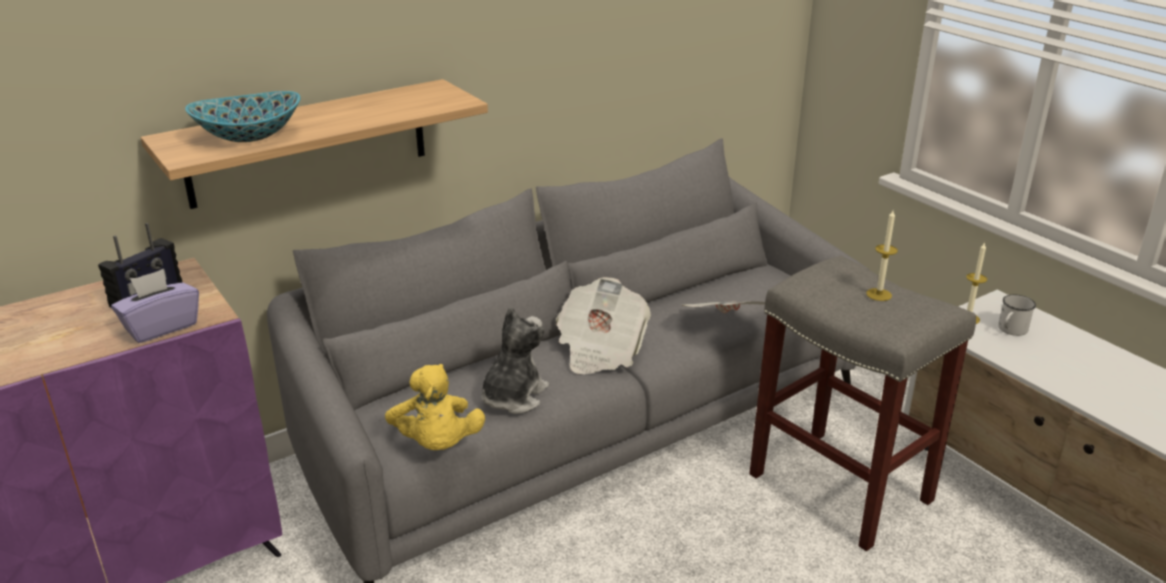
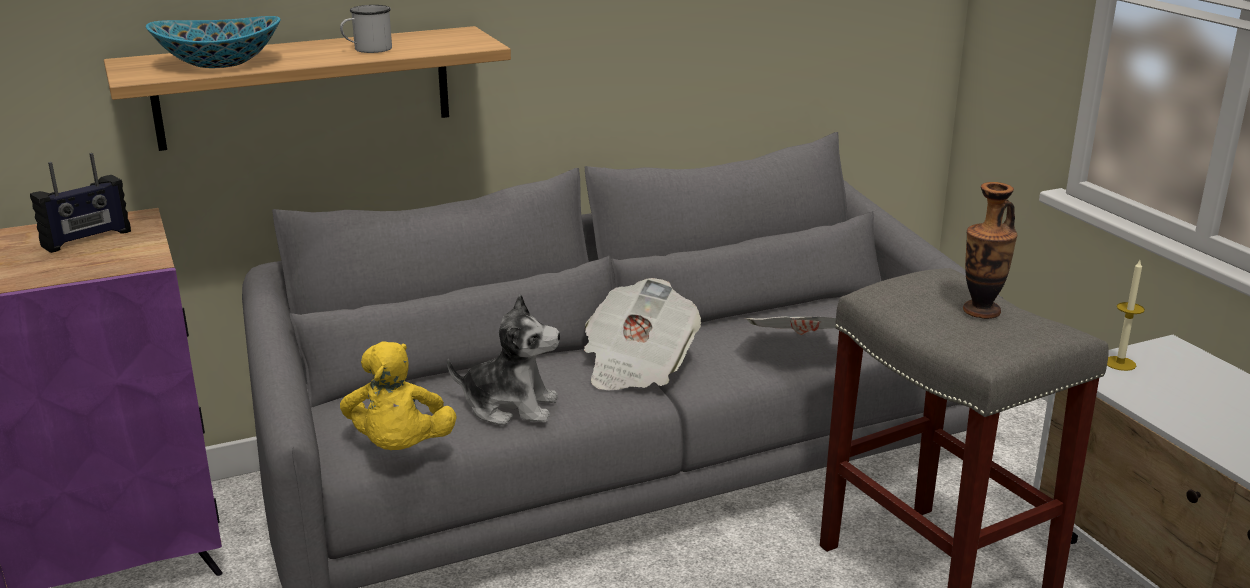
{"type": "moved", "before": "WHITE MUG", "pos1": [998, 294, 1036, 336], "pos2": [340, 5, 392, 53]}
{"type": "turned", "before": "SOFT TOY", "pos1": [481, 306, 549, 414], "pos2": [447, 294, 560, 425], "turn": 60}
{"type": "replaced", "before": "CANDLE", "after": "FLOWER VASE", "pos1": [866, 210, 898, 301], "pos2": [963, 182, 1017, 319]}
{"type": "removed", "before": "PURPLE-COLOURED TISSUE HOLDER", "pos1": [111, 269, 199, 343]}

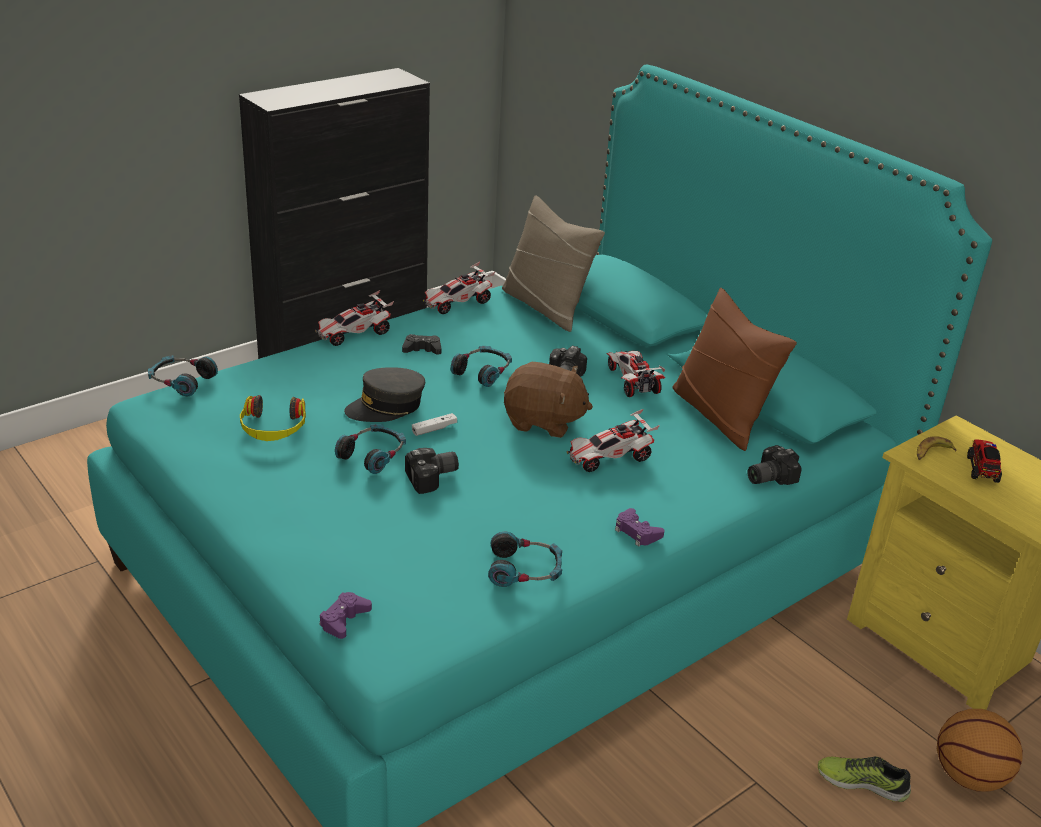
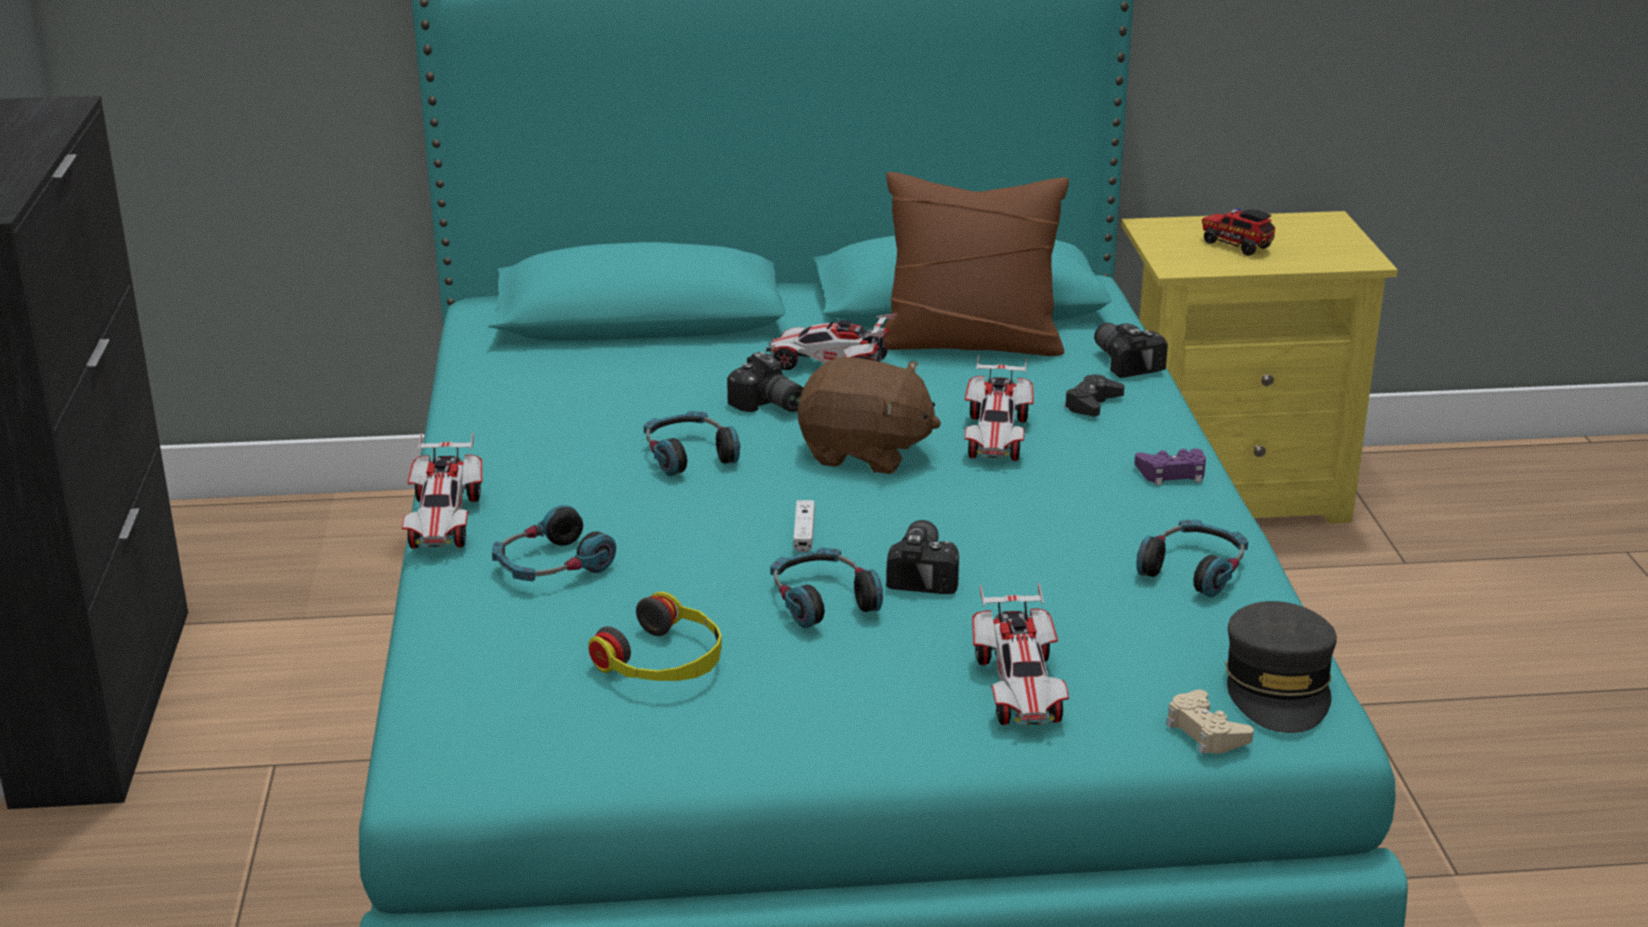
{"type": "moved", "before": "PAIR OF HEADPHONES", "pos1": [148, 355, 218, 396], "pos2": [492, 505, 616, 581]}
{"type": "turned", "before": "BROWN-COLOURED SOFT TOY", "pos1": [504, 361, 593, 438], "pos2": [798, 357, 941, 474], "turn": 60}
{"type": "moved", "before": "MINIATURE CAR", "pos1": [423, 262, 495, 314], "pos2": [972, 583, 1069, 726]}
{"type": "moved", "before": "BLACK JOYPAD", "pos1": [402, 334, 442, 355], "pos2": [1064, 374, 1125, 416]}
{"type": "turned", "before": "STILL CAMERA", "pos1": [748, 445, 802, 485], "pos2": [1094, 323, 1168, 378], "turn": 150}
{"type": "recoloured", "before": "PURPLE-COLOURED JOYPAD", "after": "BEIGE JOYPAD", "pos1": [320, 592, 372, 639], "pos2": [1166, 690, 1254, 755]}
{"type": "moved", "before": "GREYISH PEAKED CAP", "pos1": [344, 367, 425, 422], "pos2": [1225, 601, 1337, 733]}
{"type": "removed", "before": "BEIGE PILLOW", "pos1": [502, 195, 605, 332]}
{"type": "removed", "before": "LOW SHOE", "pos1": [818, 756, 911, 802]}
{"type": "removed", "before": "BANANA", "pos1": [917, 436, 956, 460]}
{"type": "removed", "before": "BALL FOR BASKETBALL", "pos1": [937, 709, 1023, 792]}

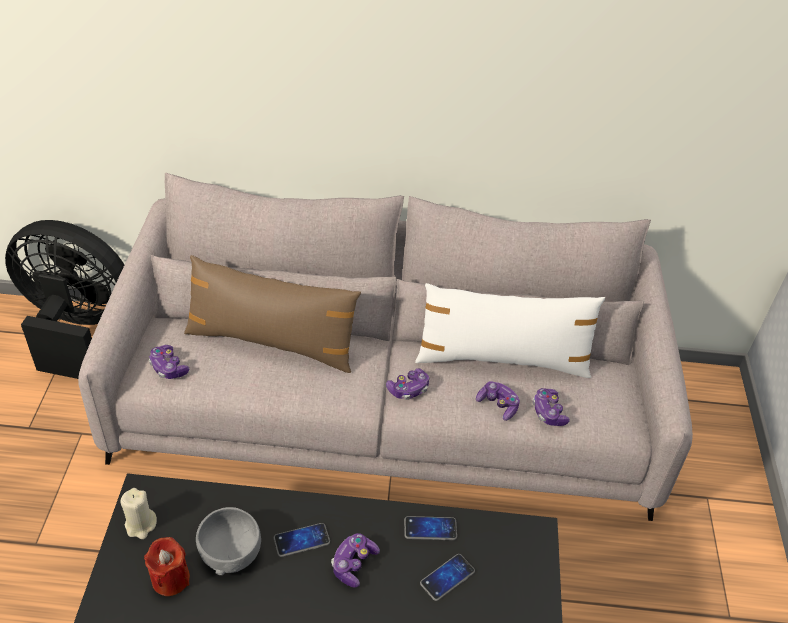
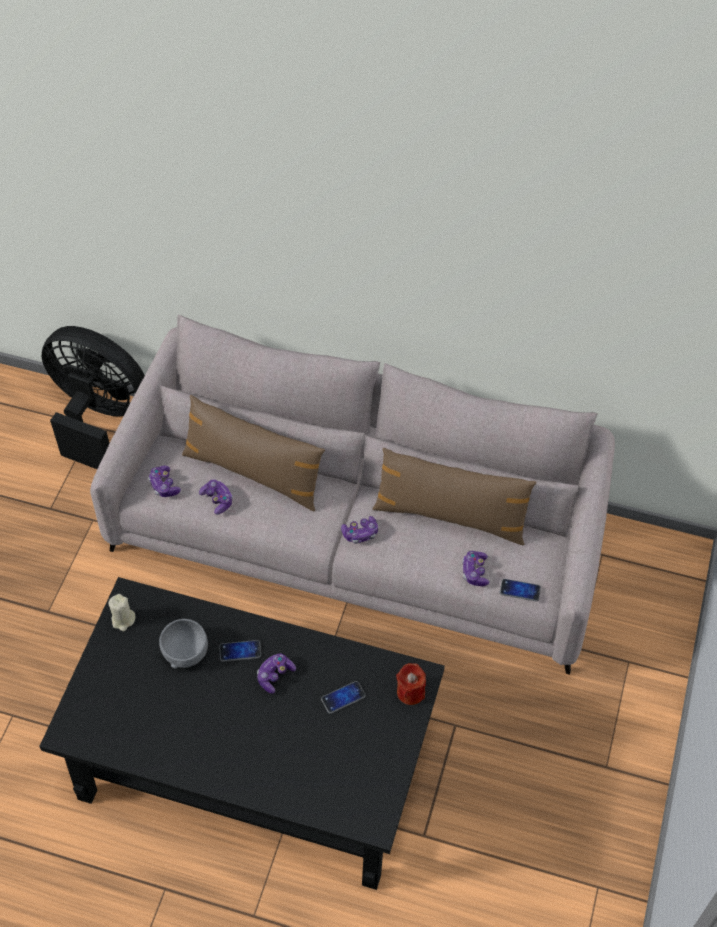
{"type": "moved", "before": "JOYPAD", "pos1": [476, 381, 520, 421], "pos2": [199, 480, 233, 515]}
{"type": "recoloured", "before": "WHITE PILLOW", "after": "BROWN-COLOURED PILLOW", "pos1": [415, 283, 605, 378], "pos2": [373, 448, 537, 545]}
{"type": "moved", "before": "REDDISH CANDLE", "pos1": [144, 537, 190, 596], "pos2": [396, 663, 426, 705]}
{"type": "moved", "before": "HANDSET", "pos1": [404, 516, 457, 540], "pos2": [500, 579, 541, 601]}

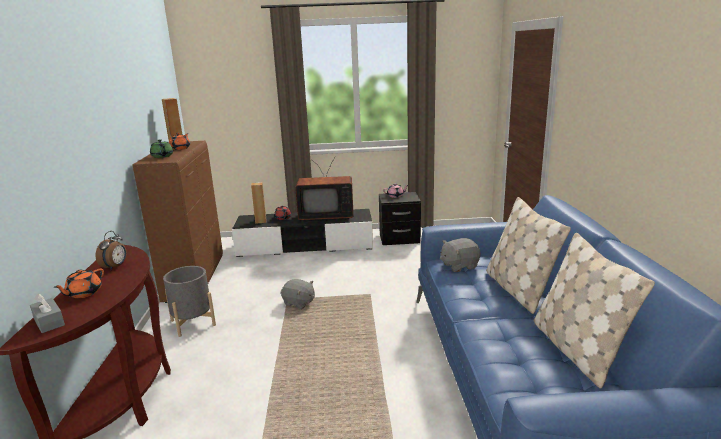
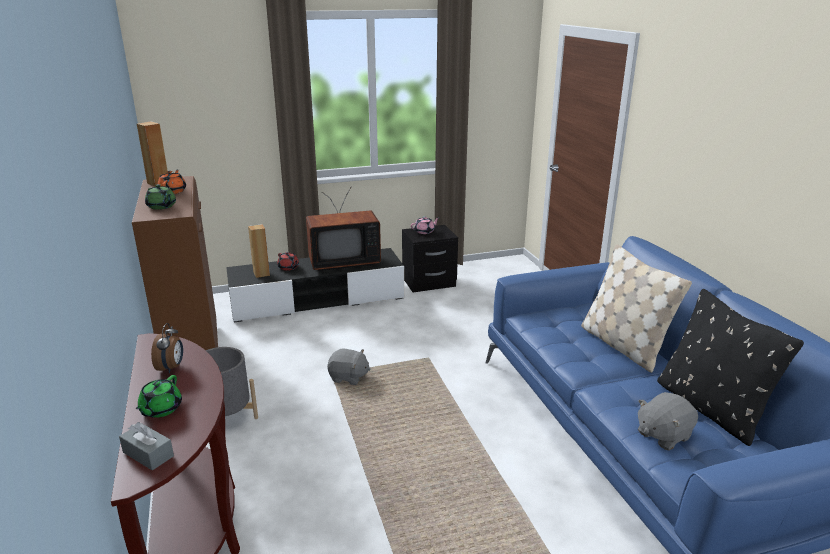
{"type": "recoloured", "before": "ORANGE TEA POT", "after": "GREEN TEA POT", "pos1": [53, 268, 104, 298], "pos2": [136, 375, 182, 418]}
{"type": "moved", "before": "GREYISH SOFT TOY", "pos1": [440, 238, 481, 272], "pos2": [638, 392, 698, 450]}
{"type": "recoloured", "before": "BEIGE PILLOW", "after": "BLACK PILLOW", "pos1": [534, 233, 655, 388], "pos2": [657, 289, 804, 446]}

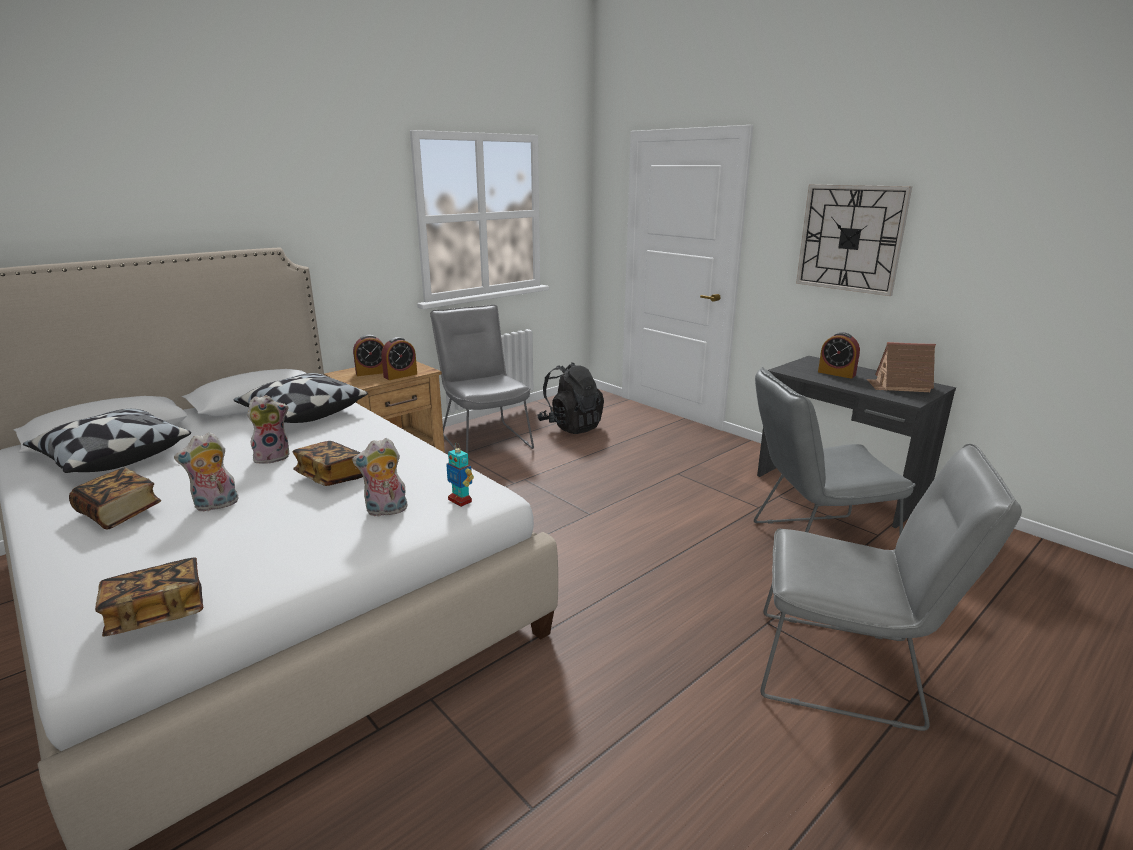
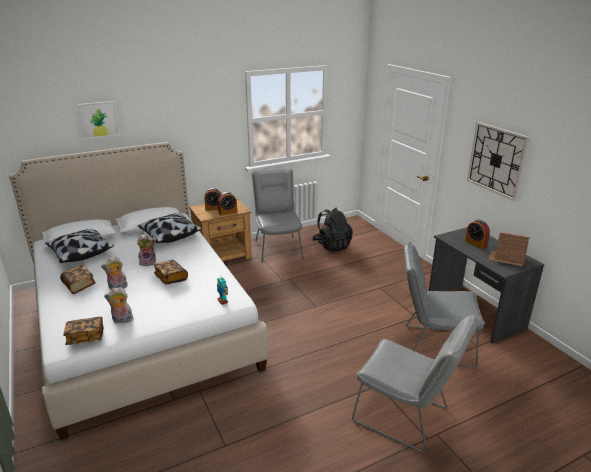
{"type": "added", "after": "WALL PICTURE", "pos2": [77, 101, 120, 139]}
{"type": "moved", "before": "SOFT TOY", "pos1": [352, 438, 409, 517], "pos2": [104, 287, 133, 323]}

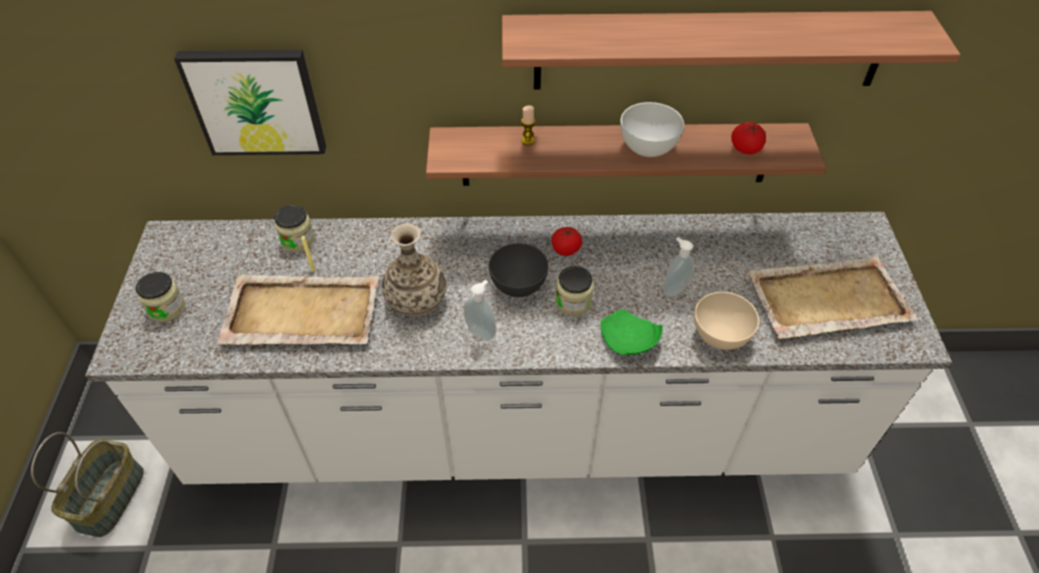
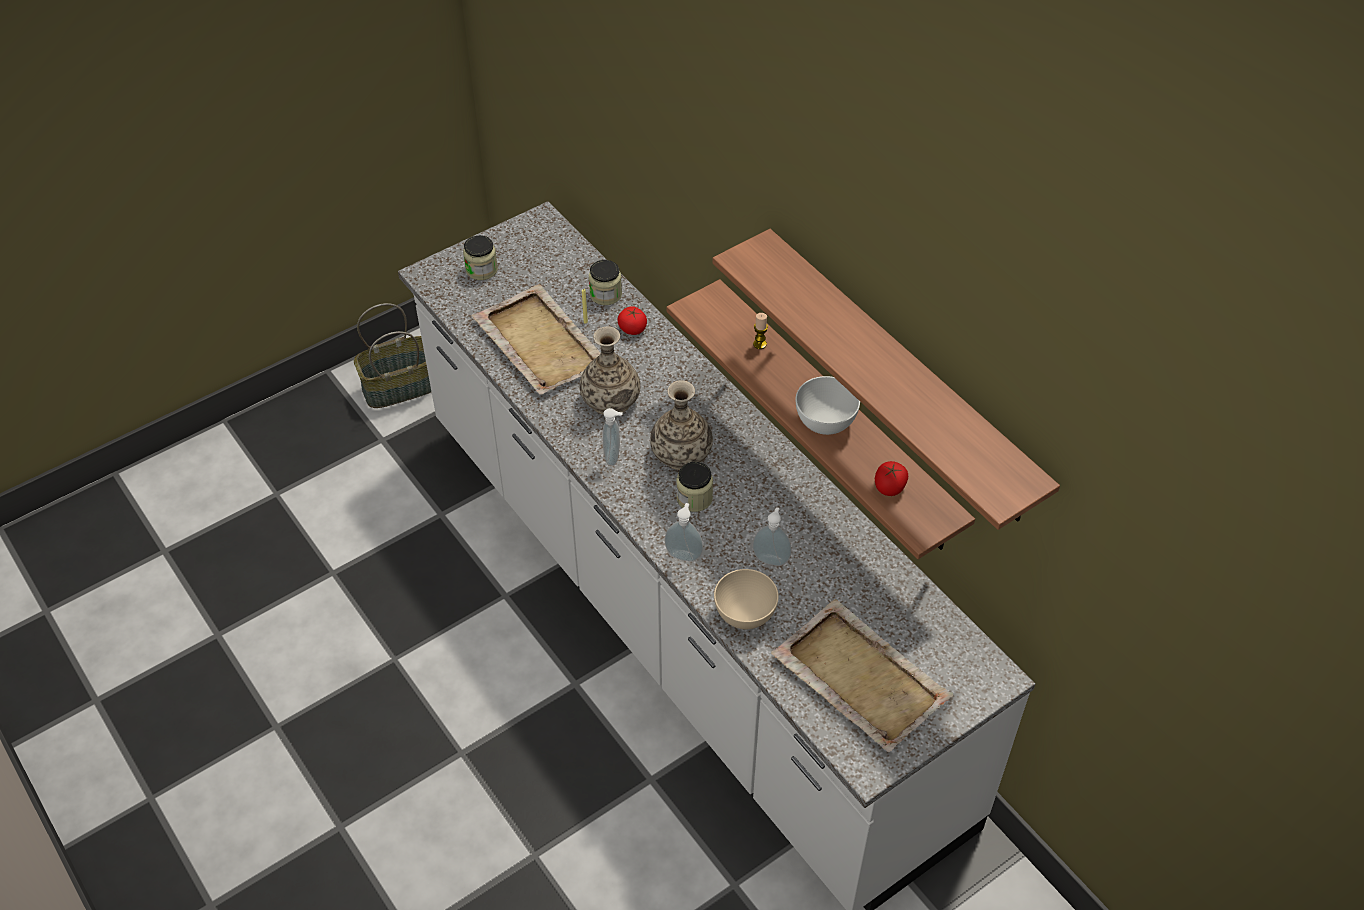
{"type": "moved", "before": "TOMATO", "pos1": [551, 227, 582, 256], "pos2": [617, 306, 647, 335]}
{"type": "replaced", "before": "GREYISH SERVING BOWL", "after": "FLOWER VASE", "pos1": [489, 243, 549, 297], "pos2": [650, 380, 713, 470]}
{"type": "replaced", "before": "GREEN DINNER PLATE", "after": "SOAP DISPENSER", "pos1": [600, 309, 663, 355], "pos2": [665, 503, 703, 562]}
{"type": "removed", "before": "WALL PICTURE", "pos1": [174, 50, 326, 155]}

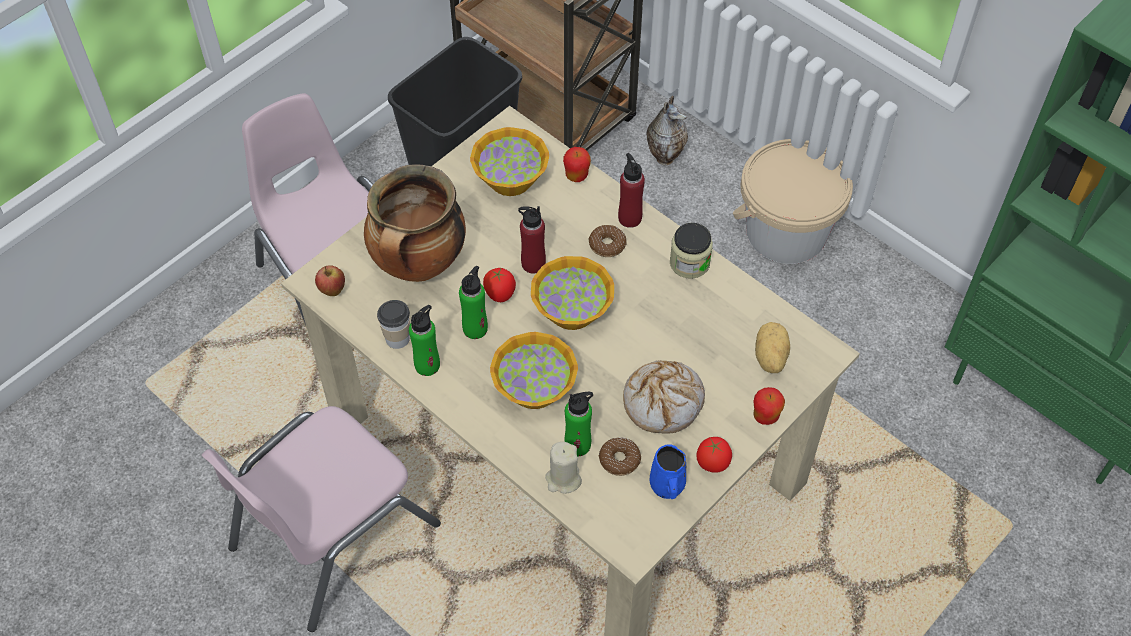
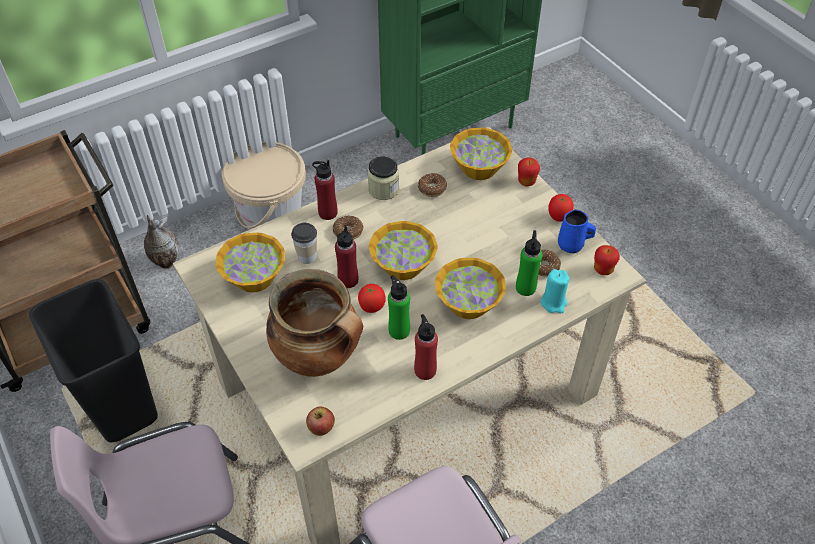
{"type": "moved", "before": "CUP", "pos1": [377, 300, 410, 349], "pos2": [291, 223, 317, 264]}
{"type": "recoloured", "before": "GREEN BOTTLE", "after": "REDDISH BOTTLE", "pos1": [409, 305, 440, 376], "pos2": [414, 314, 438, 380]}
{"type": "added", "after": "DONUT", "pos2": [418, 173, 447, 197]}
{"type": "replaced", "before": "SPUD", "after": "SERVING BOWL", "pos1": [755, 322, 790, 373], "pos2": [450, 127, 512, 180]}
{"type": "recoloured", "before": "BEIGE CANDLE", "after": "BLUE-GREEN CANDLE", "pos1": [545, 442, 582, 494], "pos2": [541, 269, 569, 313]}
{"type": "moved", "before": "APPLE FRUIT", "pos1": [563, 147, 591, 182], "pos2": [594, 245, 620, 275]}
{"type": "removed", "before": "BAKED BREAD", "pos1": [623, 360, 705, 433]}

